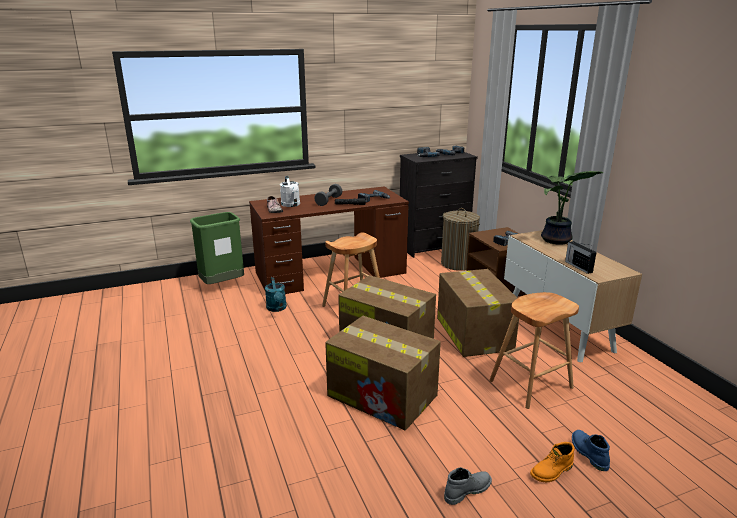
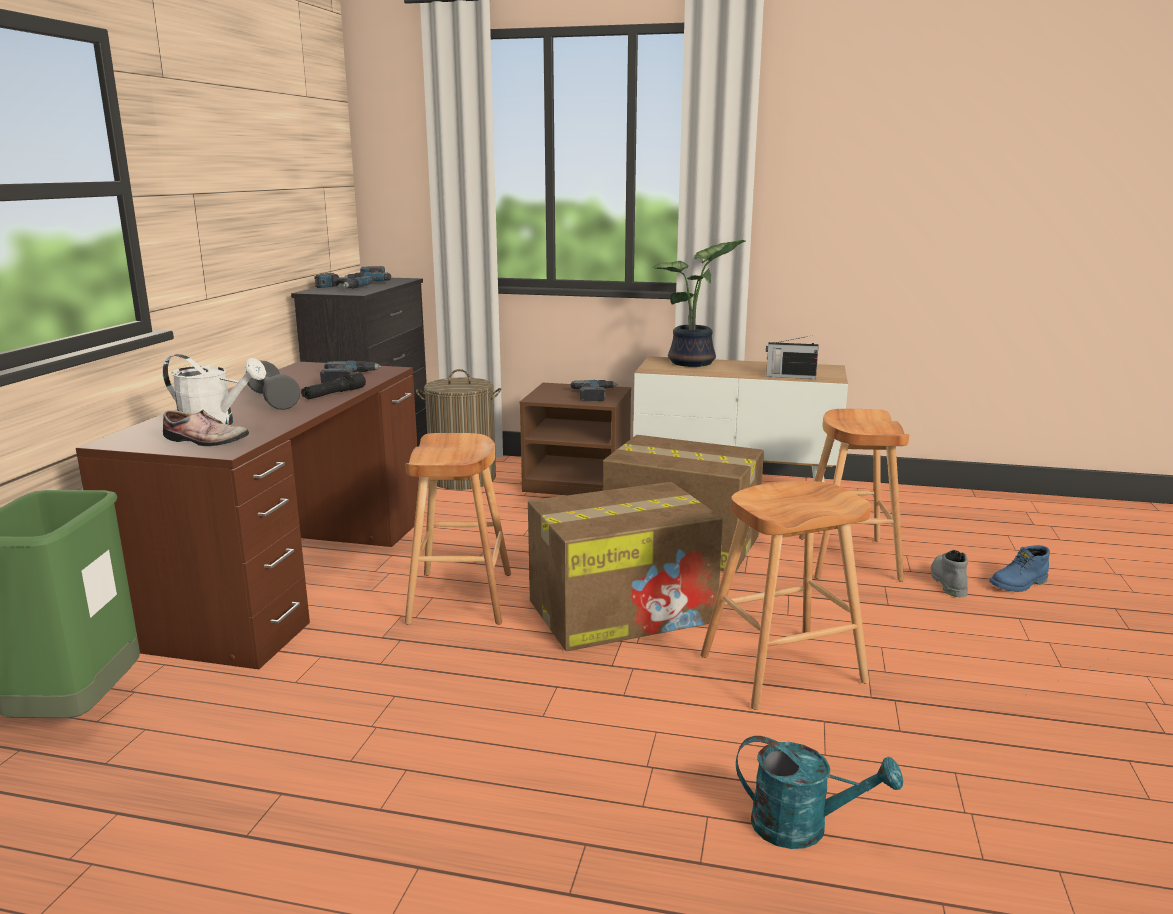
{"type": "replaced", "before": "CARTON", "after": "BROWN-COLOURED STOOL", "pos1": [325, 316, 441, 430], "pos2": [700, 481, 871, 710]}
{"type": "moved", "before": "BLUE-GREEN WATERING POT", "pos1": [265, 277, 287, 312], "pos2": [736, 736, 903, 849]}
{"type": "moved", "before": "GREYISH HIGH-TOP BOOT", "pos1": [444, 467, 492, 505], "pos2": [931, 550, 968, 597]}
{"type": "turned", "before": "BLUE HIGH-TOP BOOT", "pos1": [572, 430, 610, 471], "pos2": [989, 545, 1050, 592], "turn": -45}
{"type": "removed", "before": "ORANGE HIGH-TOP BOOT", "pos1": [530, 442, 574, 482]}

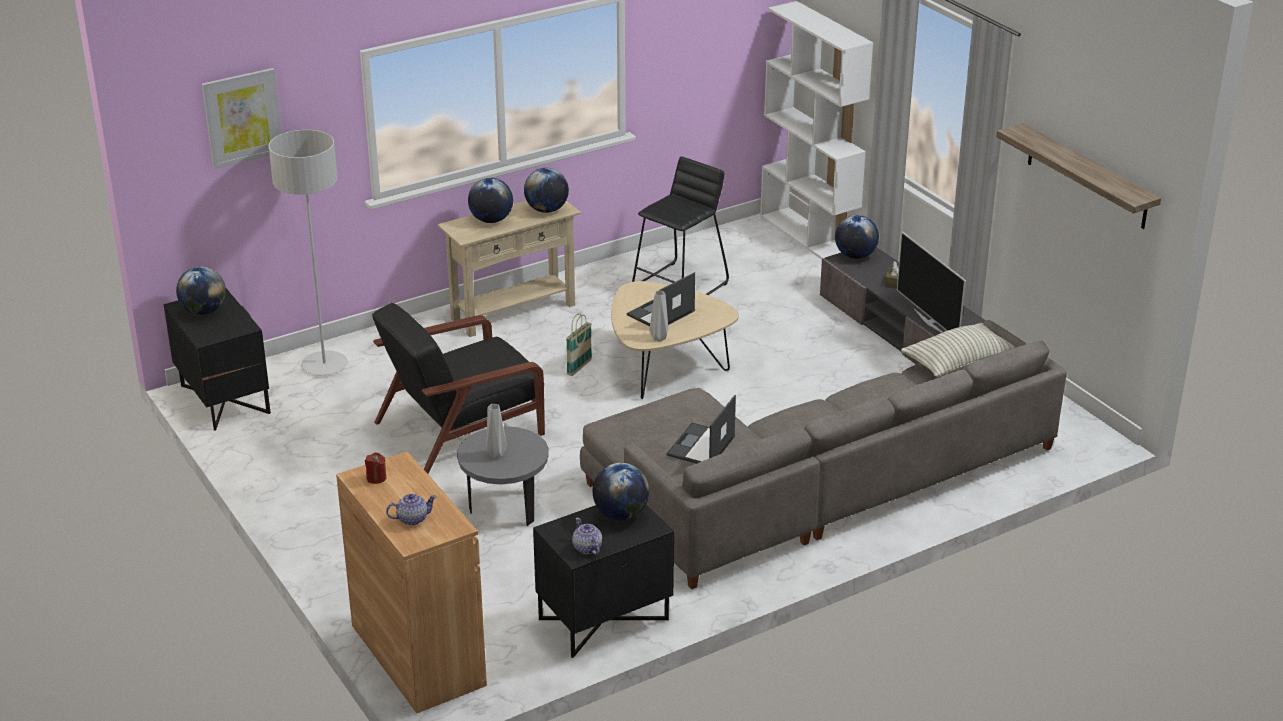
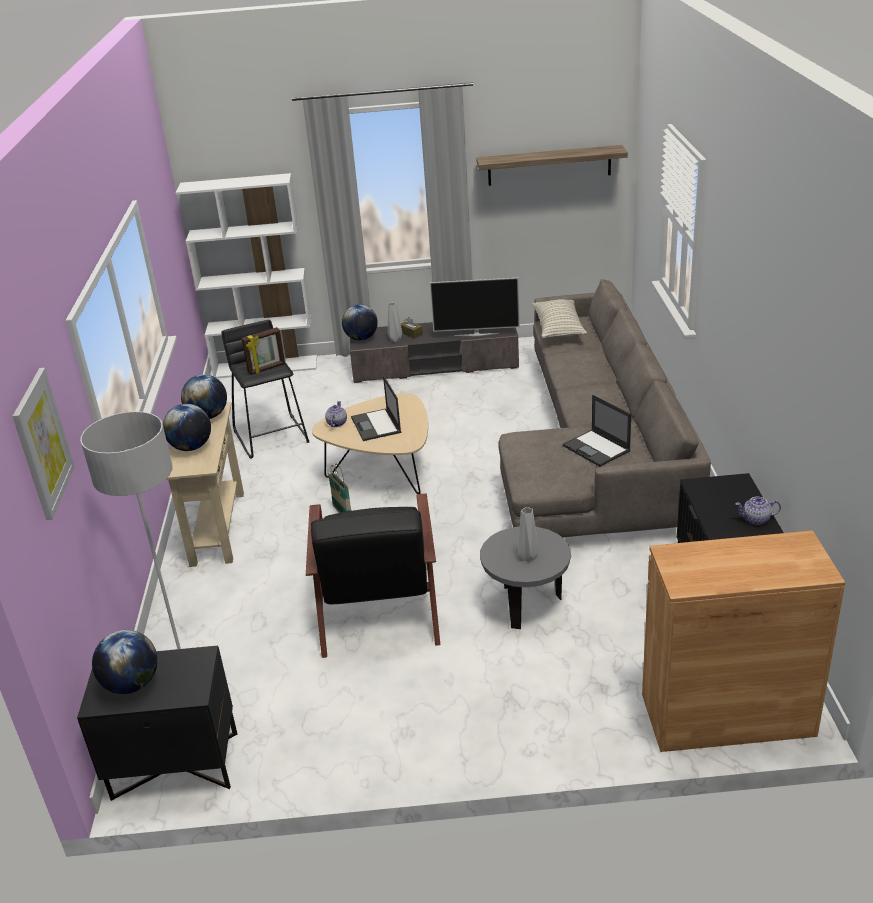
{"type": "added", "after": "PICTURE FRAME", "pos2": [242, 327, 285, 375]}
{"type": "moved", "before": "TEA POT", "pos1": [386, 494, 437, 525], "pos2": [325, 401, 347, 427]}
{"type": "moved", "before": "GREYISH FLOWER VASE", "pos1": [649, 291, 668, 342], "pos2": [388, 303, 402, 342]}
{"type": "removed", "before": "REDDISH CANDLE", "pos1": [365, 452, 386, 484]}
{"type": "removed", "before": "GLOBE", "pos1": [592, 463, 649, 520]}

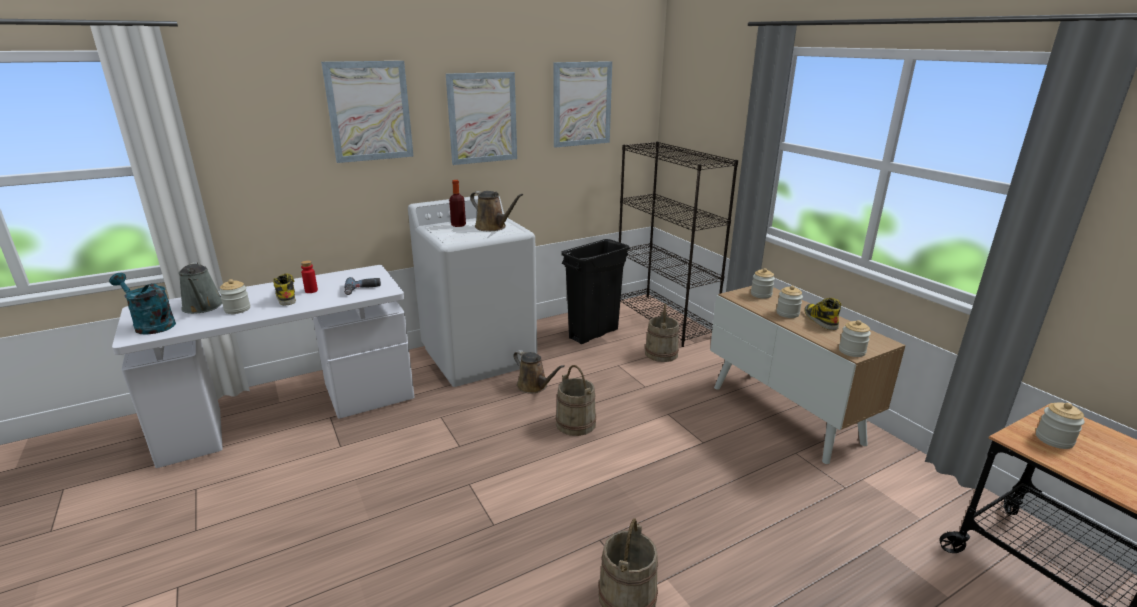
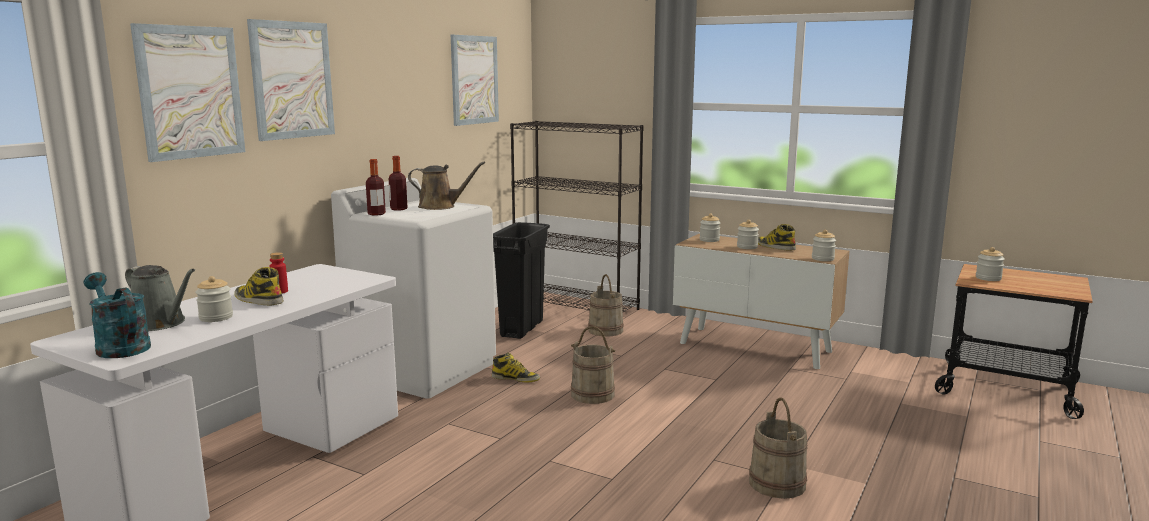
{"type": "turned", "before": "BLUE-GREEN WATERING POT", "pos1": [109, 273, 176, 335], "pos2": [83, 272, 151, 358], "turn": 45}
{"type": "moved", "before": "WALL PICTURE", "pos1": [446, 72, 517, 165], "pos2": [130, 23, 245, 162]}
{"type": "added", "after": "BOTTLE", "pos2": [366, 159, 386, 216]}
{"type": "replaced", "before": "BROWN-COLOURED WATERING POT", "after": "HIGH-TOP BOOT", "pos1": [513, 350, 565, 393], "pos2": [492, 353, 540, 383]}
{"type": "removed", "before": "ELECTRIC DRILL", "pos1": [344, 277, 381, 295]}

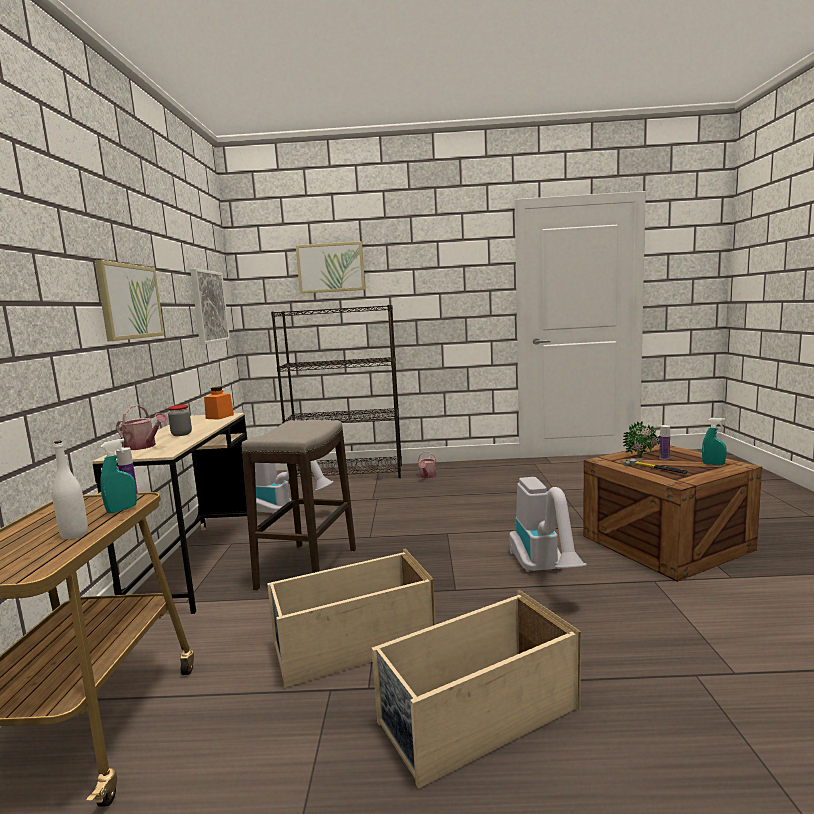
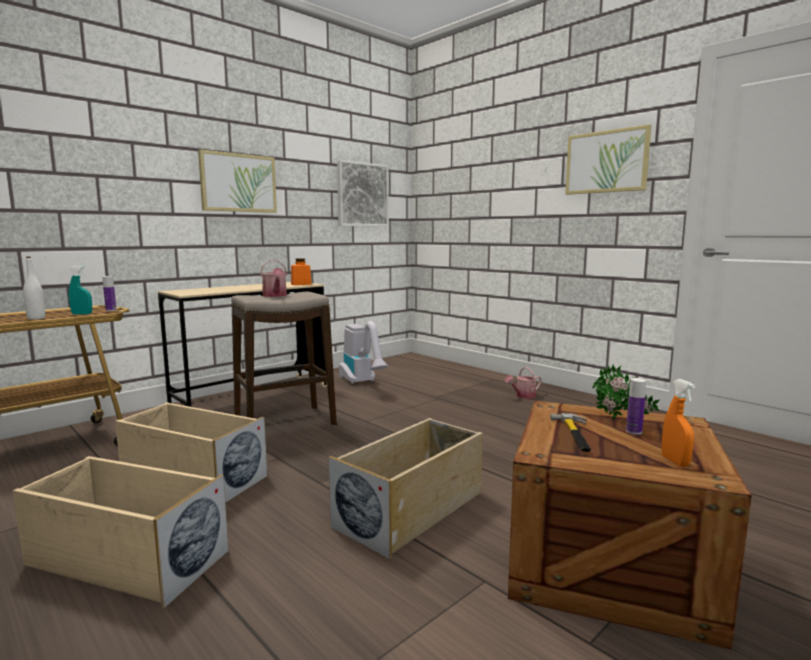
{"type": "moved", "before": "WATERING POT", "pos1": [116, 405, 168, 450], "pos2": [260, 260, 287, 297]}
{"type": "replaced", "before": "VACUUM CLEANER", "after": "BEIGE STORAGE BIN", "pos1": [509, 477, 587, 572], "pos2": [329, 418, 483, 559]}
{"type": "moved", "before": "WALL PICTURE", "pos1": [296, 241, 365, 294], "pos2": [565, 124, 651, 195]}
{"type": "recoloured", "before": "BLUE-GREEN SPRAY BOTTLE", "after": "ORANGE SPRAY BOTTLE", "pos1": [702, 418, 727, 465], "pos2": [662, 379, 695, 467]}
{"type": "removed", "before": "STORAGE JAR", "pos1": [168, 405, 192, 436]}
{"type": "removed", "before": "BLACK BOOKSHELF", "pos1": [271, 305, 402, 484]}

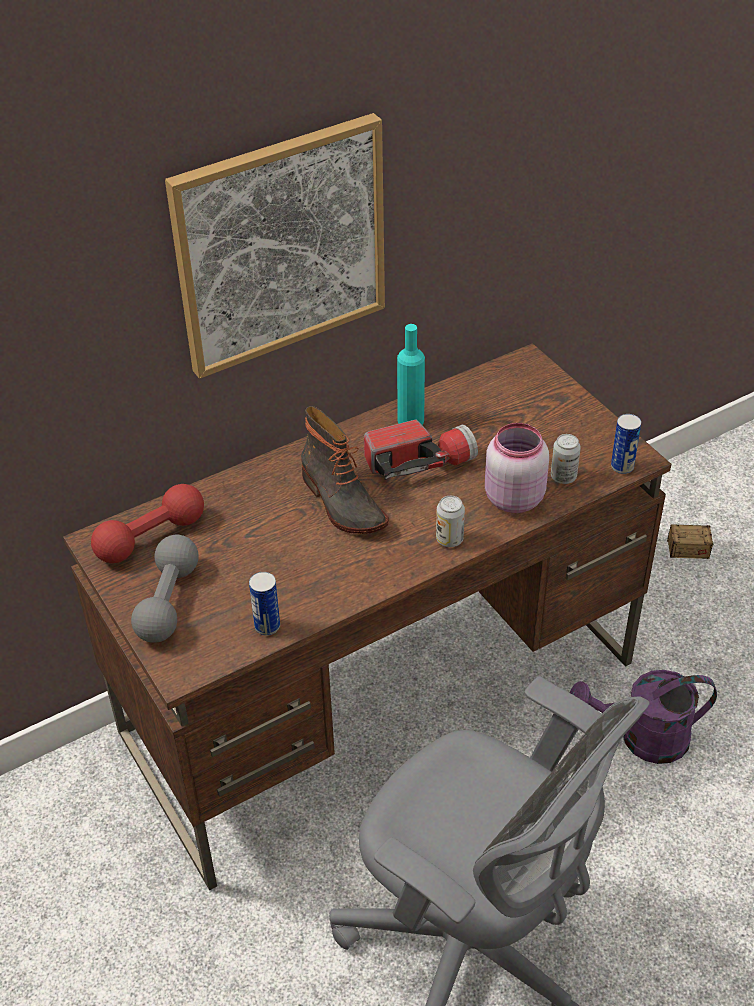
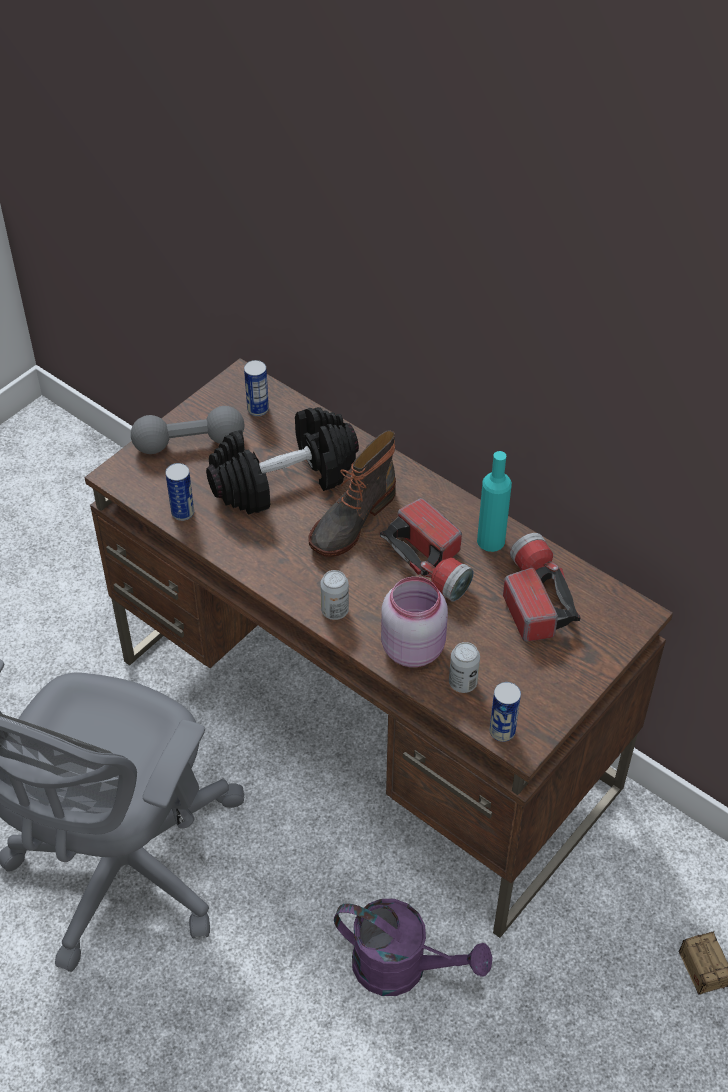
{"type": "added", "after": "BLACK FREE WEIGHT", "pos2": [206, 407, 359, 515]}
{"type": "replaced", "before": "REDDISH FREE WEIGHT", "after": "METAL CAN", "pos1": [91, 484, 204, 563], "pos2": [244, 360, 269, 416]}
{"type": "turned", "before": "PURPLE-COLOURED WATERING POT", "pos1": [569, 670, 717, 764], "pos2": [334, 899, 492, 996], "turn": 135}
{"type": "added", "after": "TORCH", "pos2": [503, 533, 581, 641]}
{"type": "removed", "before": "WALL PICTURE", "pos1": [165, 113, 385, 379]}

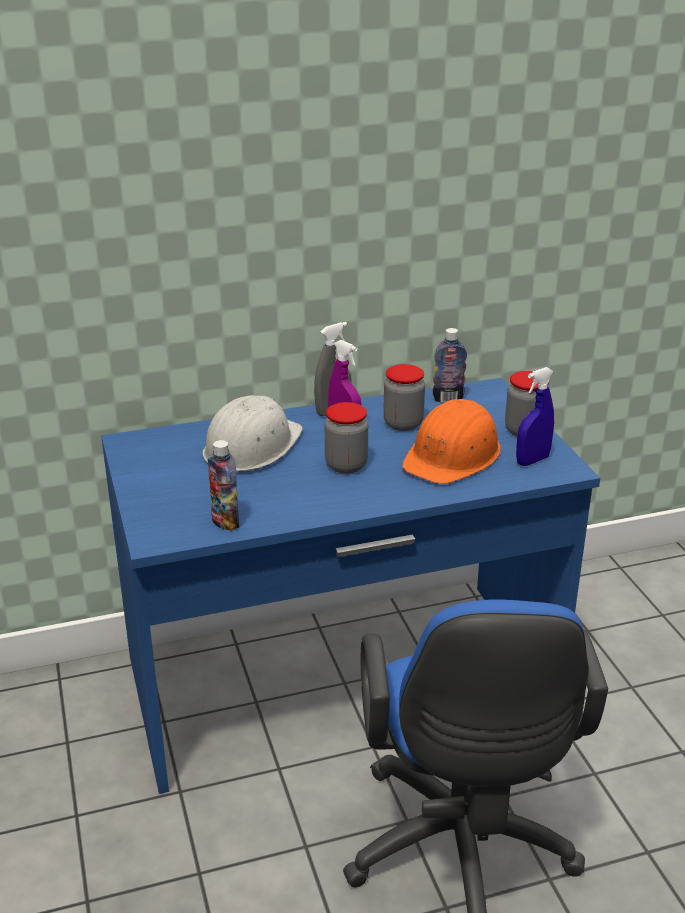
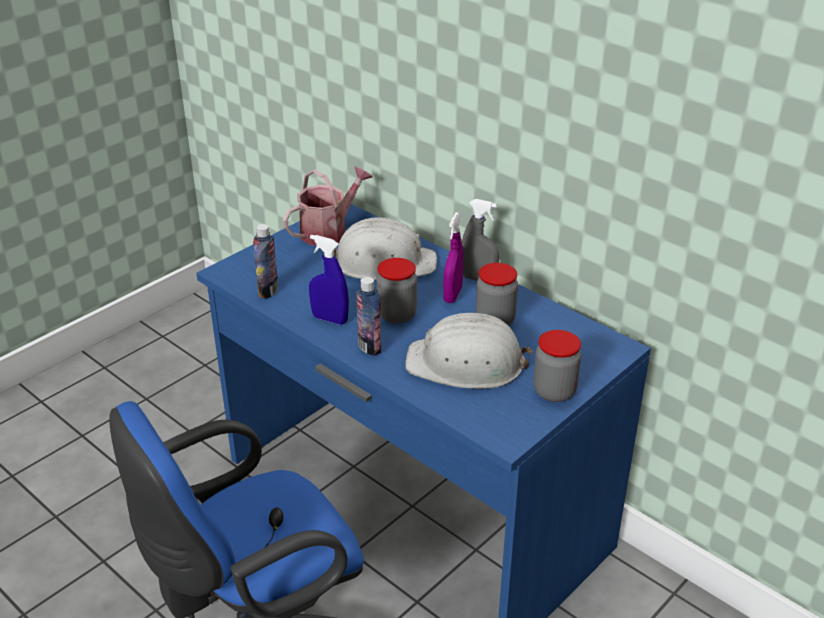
{"type": "added", "after": "WATERING POT", "pos2": [283, 166, 372, 246]}
{"type": "moved", "before": "BLUE SPRAY BOTTLE", "pos1": [516, 367, 554, 466], "pos2": [309, 235, 349, 324]}
{"type": "moved", "before": "BOTTLE", "pos1": [432, 328, 467, 403], "pos2": [356, 277, 381, 356]}
{"type": "recoloured", "before": "ORANGE SAFETY HELMET", "after": "WHITE SAFETY HELMET", "pos1": [402, 397, 501, 484], "pos2": [405, 313, 532, 389]}

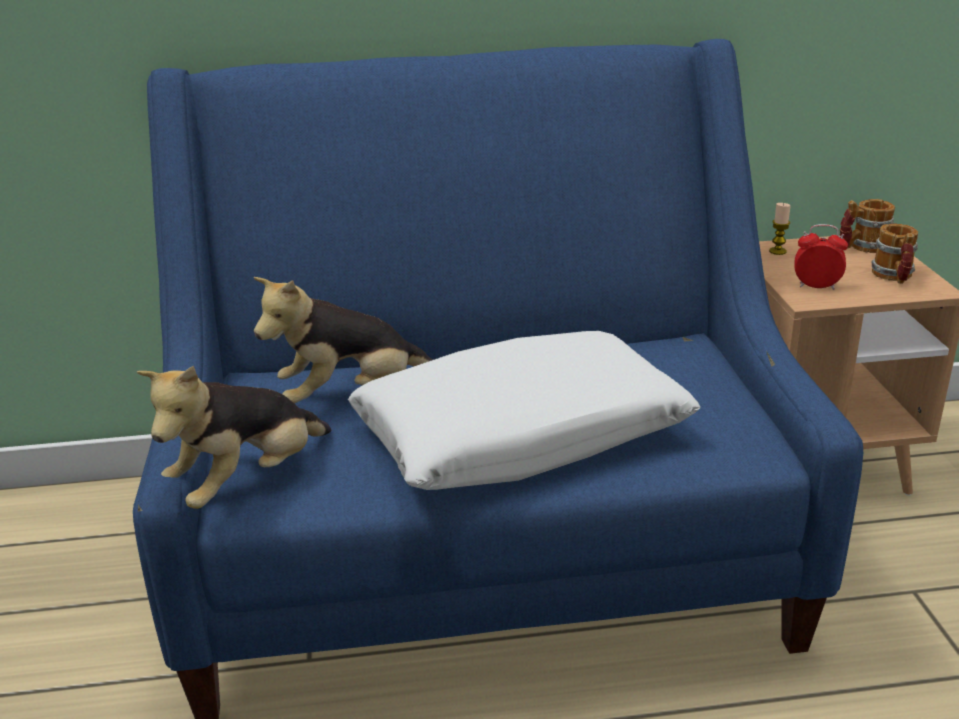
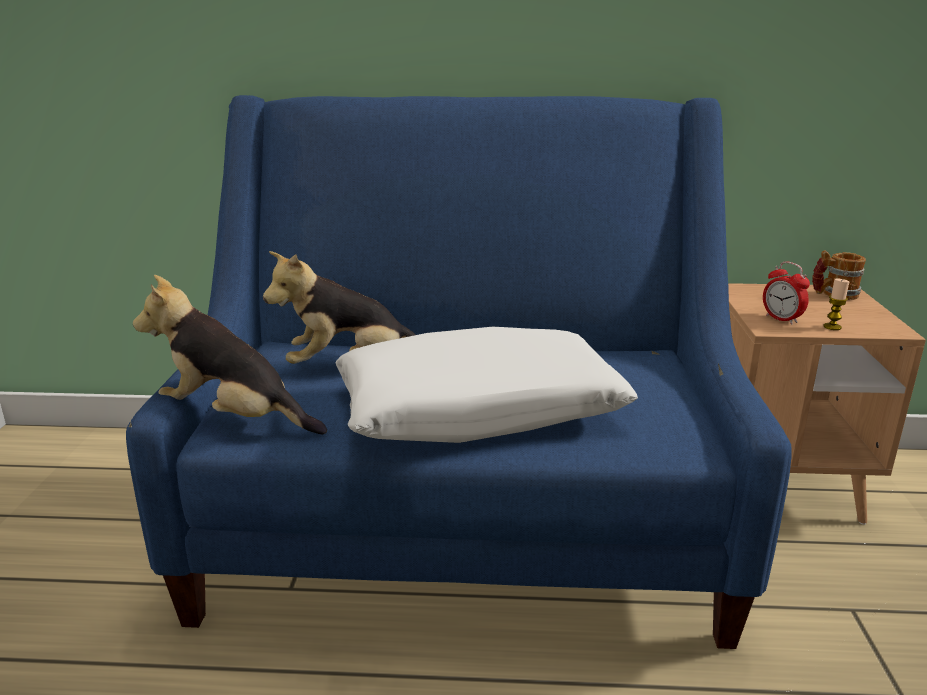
{"type": "turned", "before": "SOFT TOY", "pos1": [137, 366, 331, 509], "pos2": [133, 275, 327, 435], "turn": 60}
{"type": "turned", "before": "ALARM CLOCK", "pos1": [795, 224, 848, 290], "pos2": [763, 261, 810, 325], "turn": -150}
{"type": "moved", "before": "CANDLE", "pos1": [769, 203, 791, 255], "pos2": [823, 278, 849, 330]}
{"type": "removed", "before": "MUG", "pos1": [871, 224, 918, 284]}

